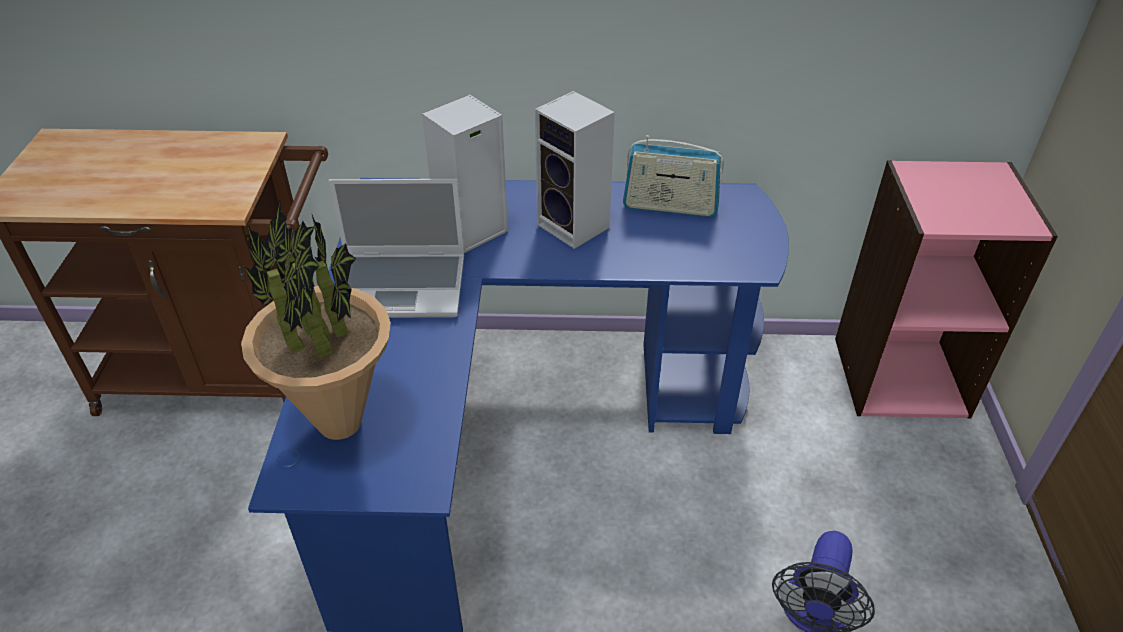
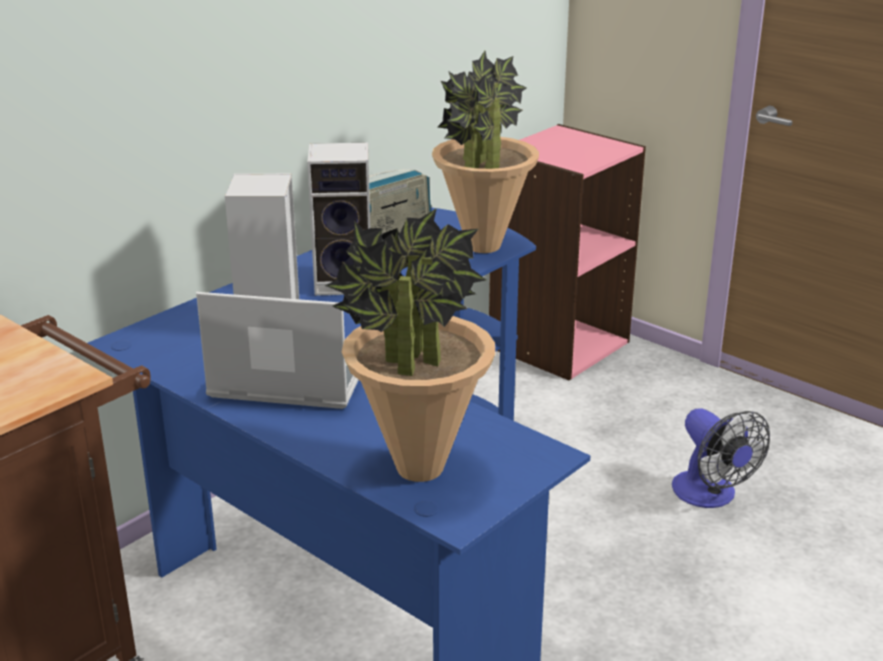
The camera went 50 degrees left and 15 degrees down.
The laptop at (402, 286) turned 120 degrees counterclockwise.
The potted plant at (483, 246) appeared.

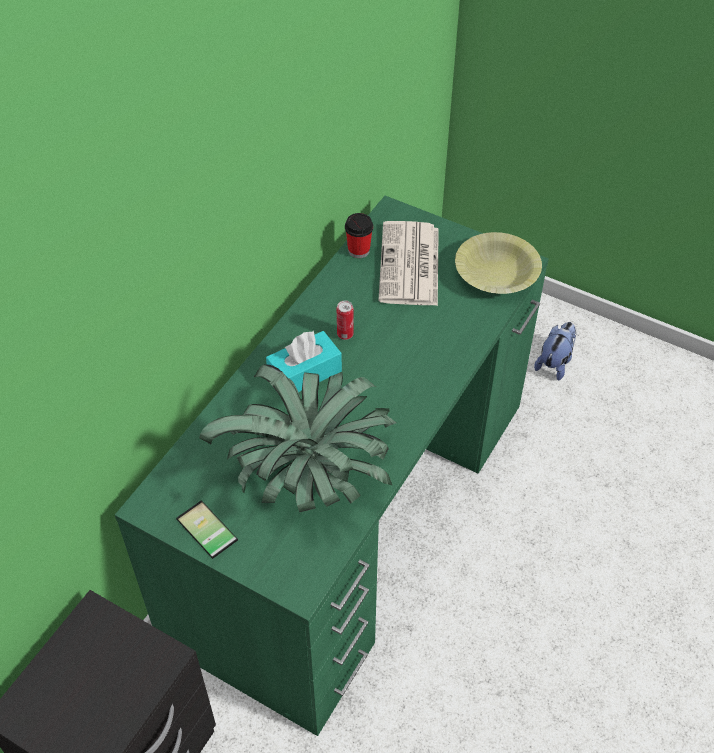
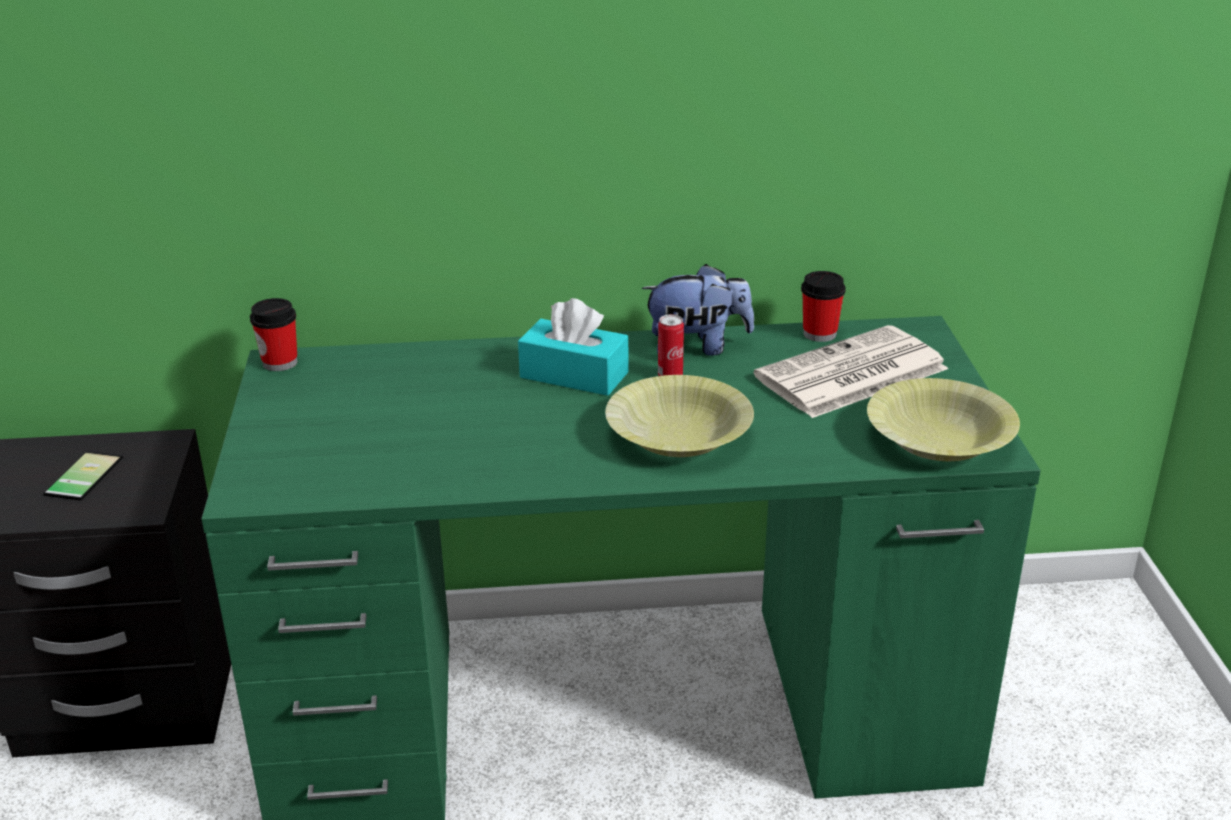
The camera went 55 degrees right and 20 degrees down.
The plush toy moved from (555, 363) to (697, 347).
The potted plant at (311, 473) disappeared.
The phone moved from (204, 531) to (80, 475).
The cup at (280, 363) appeared.
The yellow bowl at (678, 435) appeared.

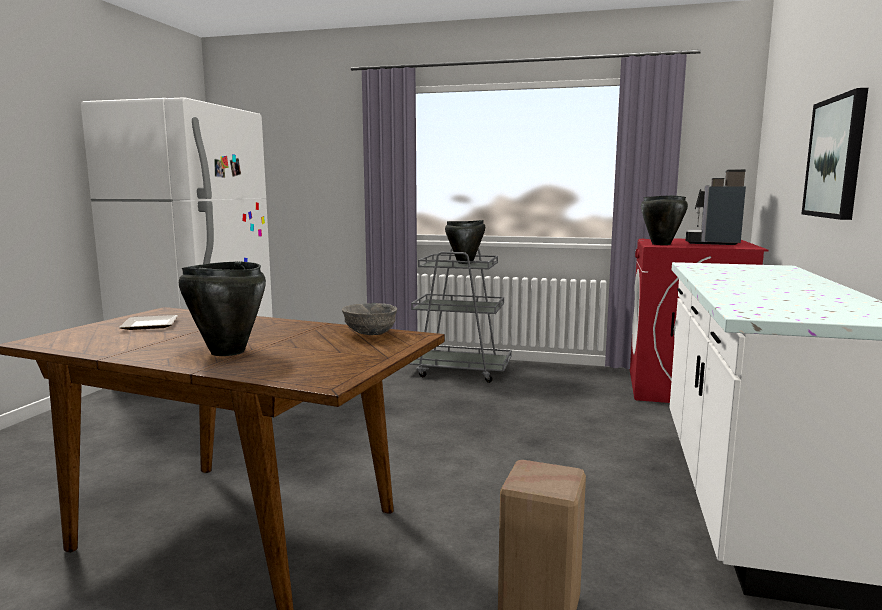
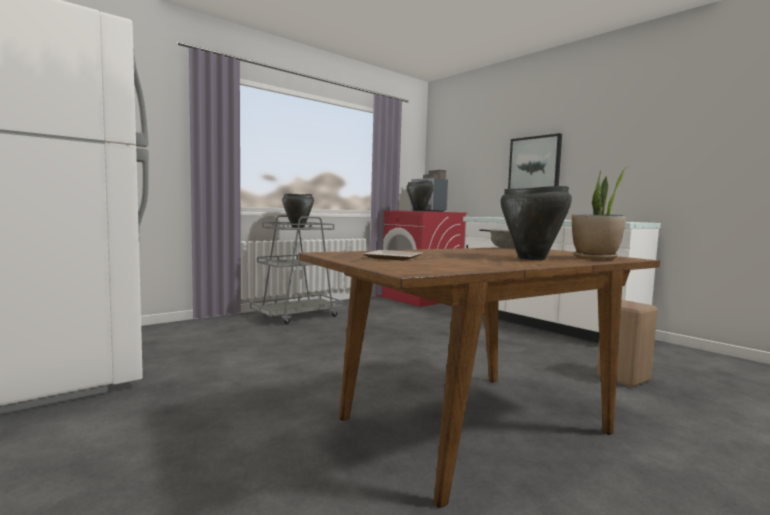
The camera went 55 degrees left and 5 degrees down.
The potted plant at (595, 258) appeared.

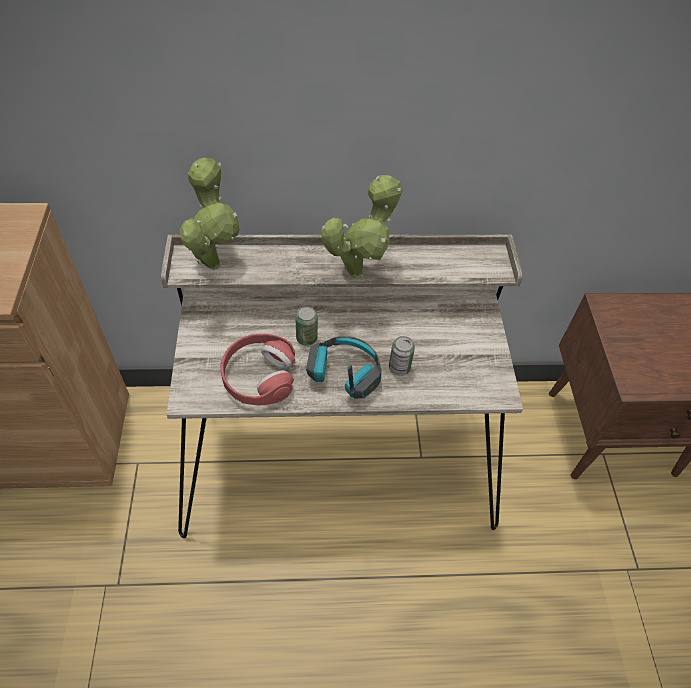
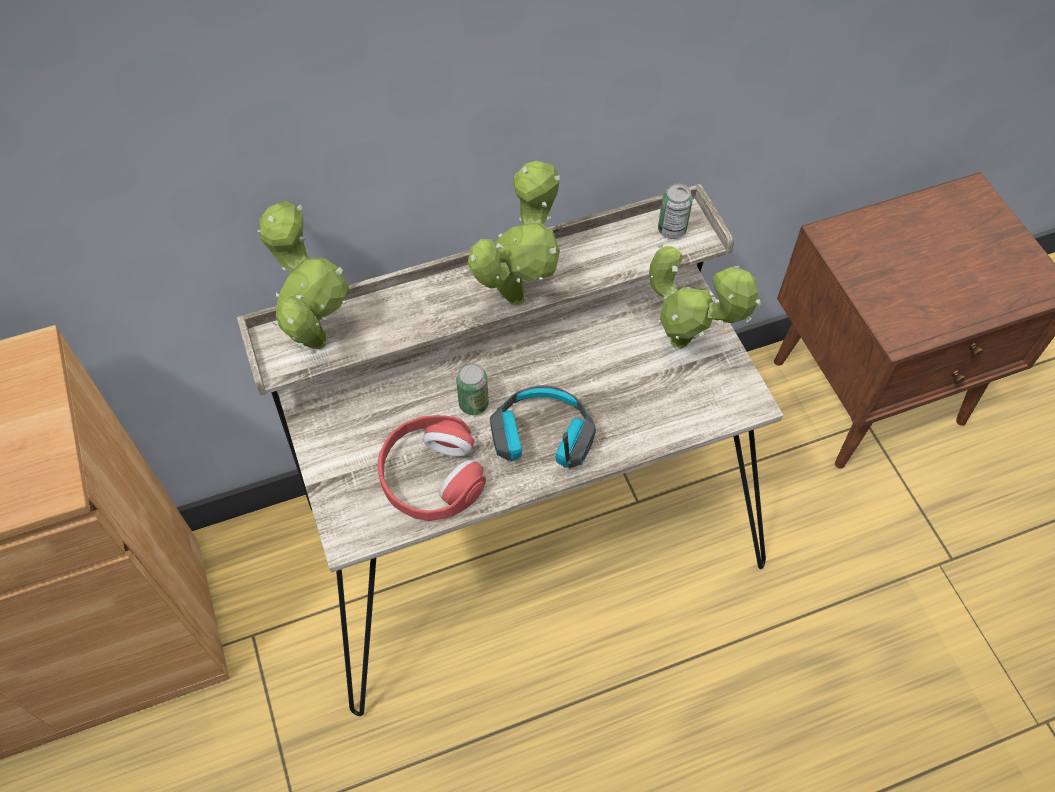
The camera went 15 degrees left and 5 degrees up.
The can moved from (399, 368) to (671, 230).
The potted plant at (685, 345) appeared.

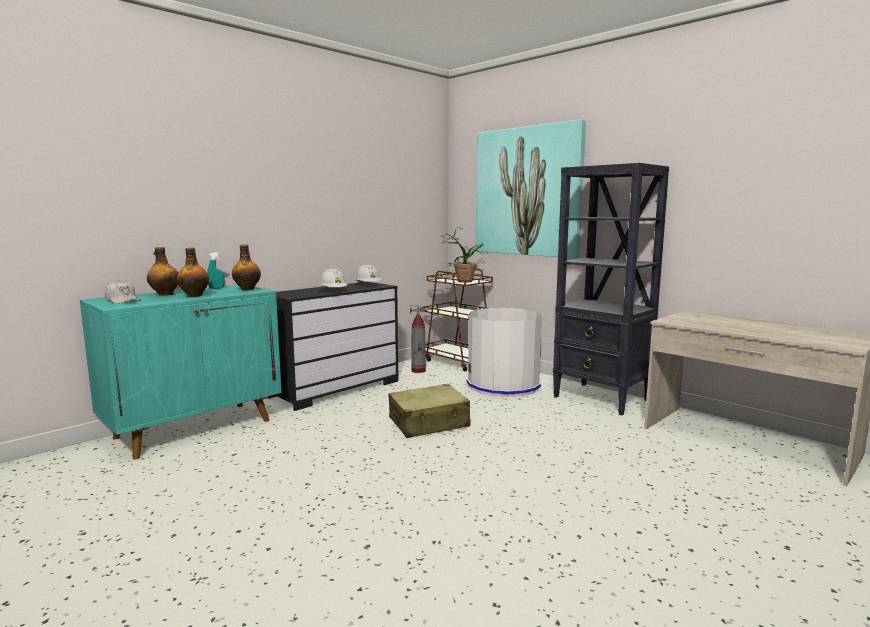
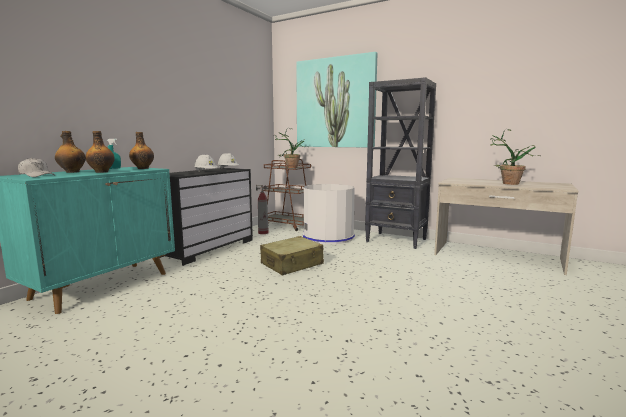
The camera went 15 degrees left and 0 degrees up.
The potted plant at (506, 183) appeared.

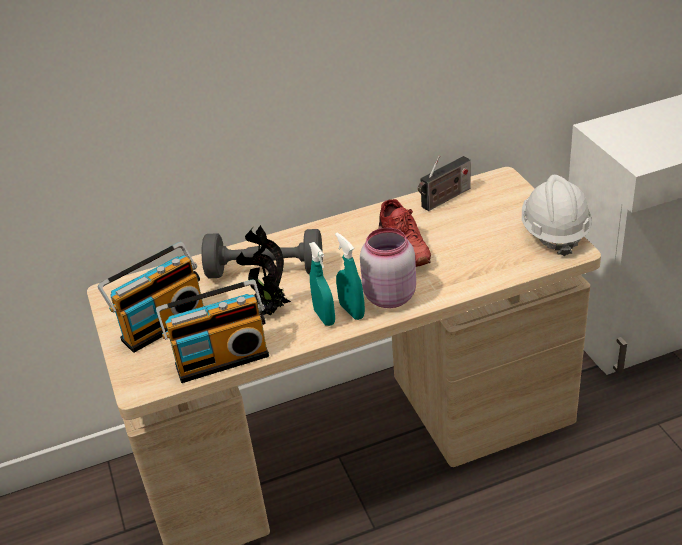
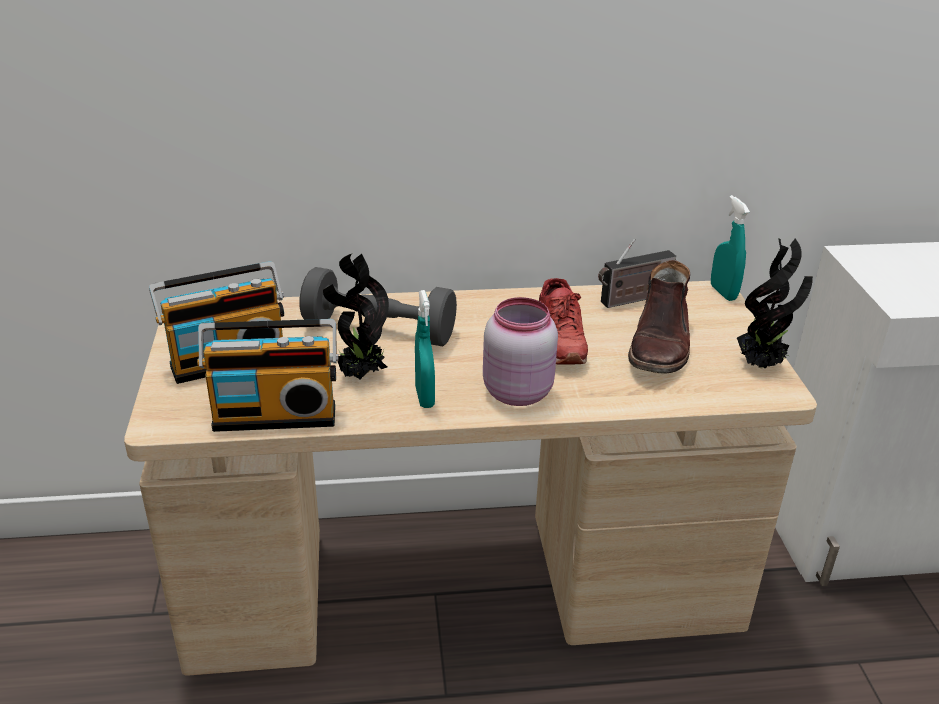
The camera went 10 degrees right and 5 degrees down.
The white hard hat at (554, 232) was replaced by the potted plant at (761, 365).
The turquoise spray bottle moved from (352, 311) to (723, 293).
The brown boot at (661, 344) appeared.

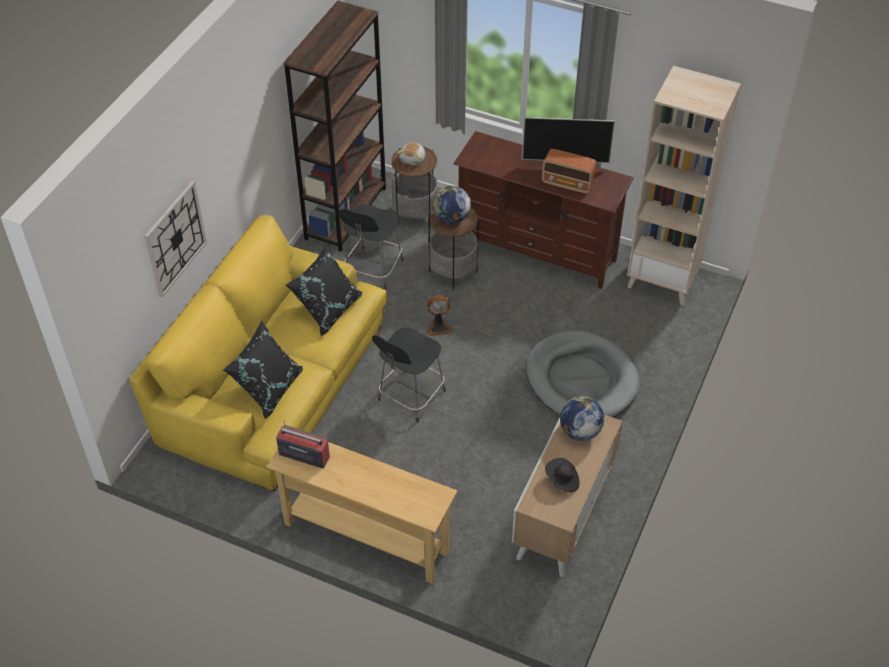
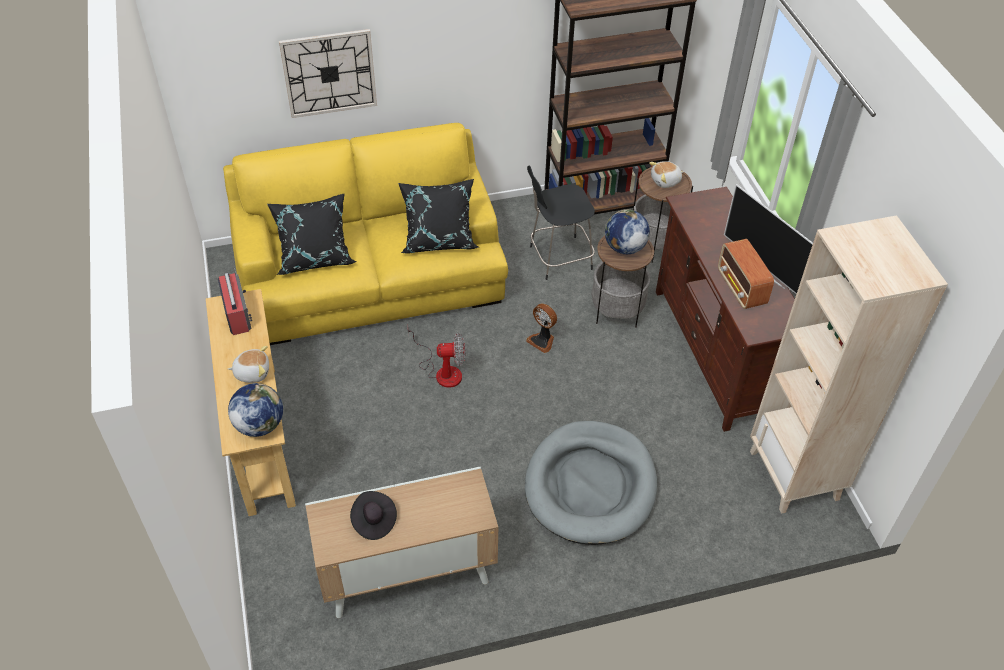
The camera went 50 degrees right and 0 degrees up.
The black stool at (410, 397) was replaced by the fan at (442, 371).
The globe moved from (579, 431) to (259, 425).
The plush toy at (252, 372) appeared.

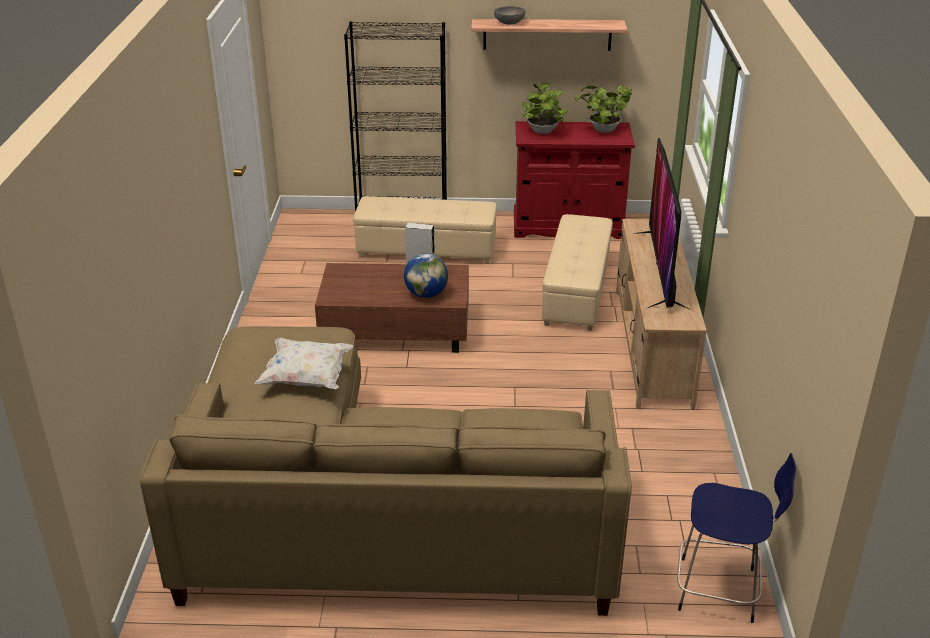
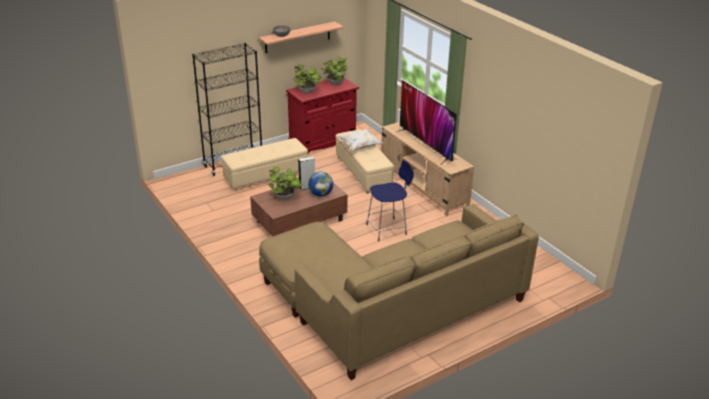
The camera went 35 degrees left and 0 degrees up.
The white pillow moved from (307, 378) to (360, 146).
The blue stool moved from (720, 590) to (388, 229).
The potted plant at (285, 198) appeared.

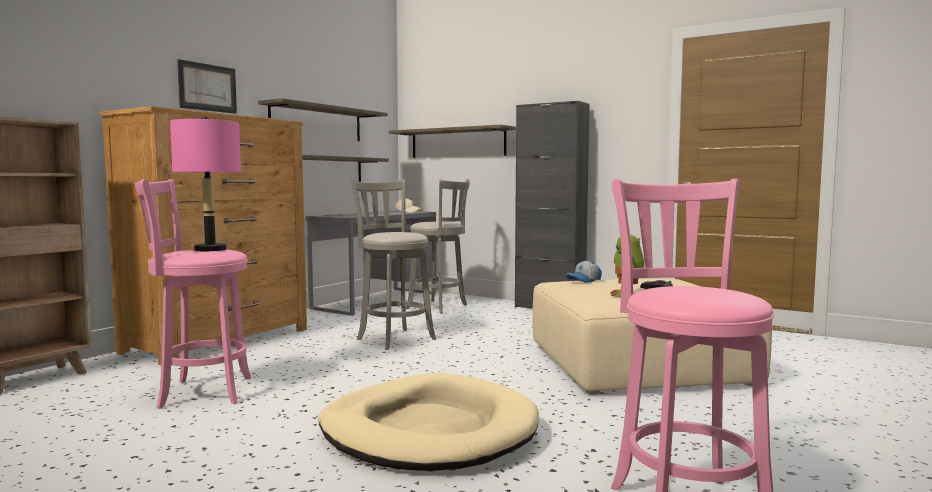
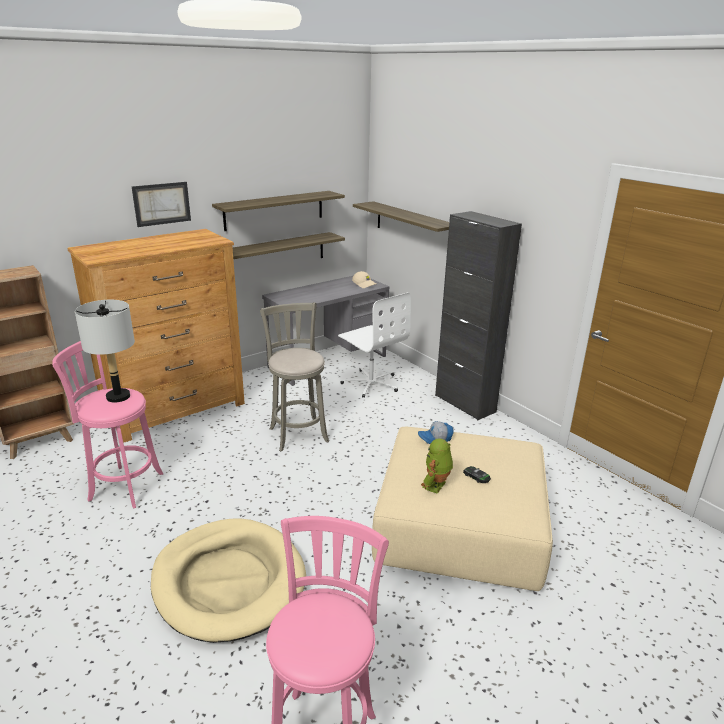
The camera went 20 degrees right and 20 degrees up.
The pink table lamp at (210, 250) became the grey table lamp at (118, 397).
The grey stool at (439, 307) was replaced by the white office chair at (371, 383).

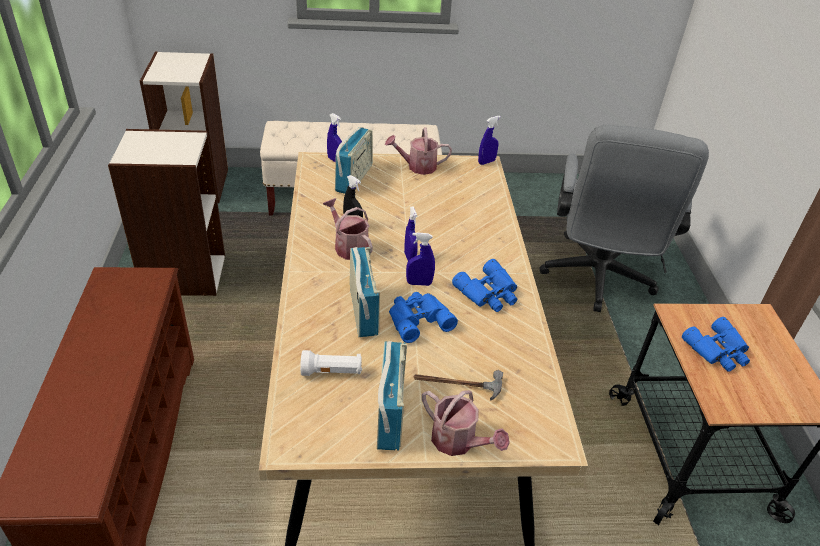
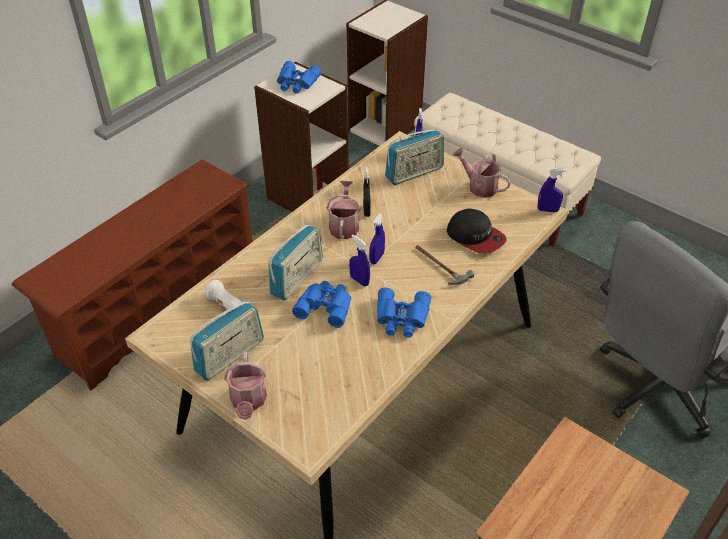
The camera went 45 degrees right and 5 degrees up.
The blue binoculars moved from (718, 351) to (296, 83).
The hammer moved from (457, 384) to (439, 265).
The cap at (475, 236) appeared.

